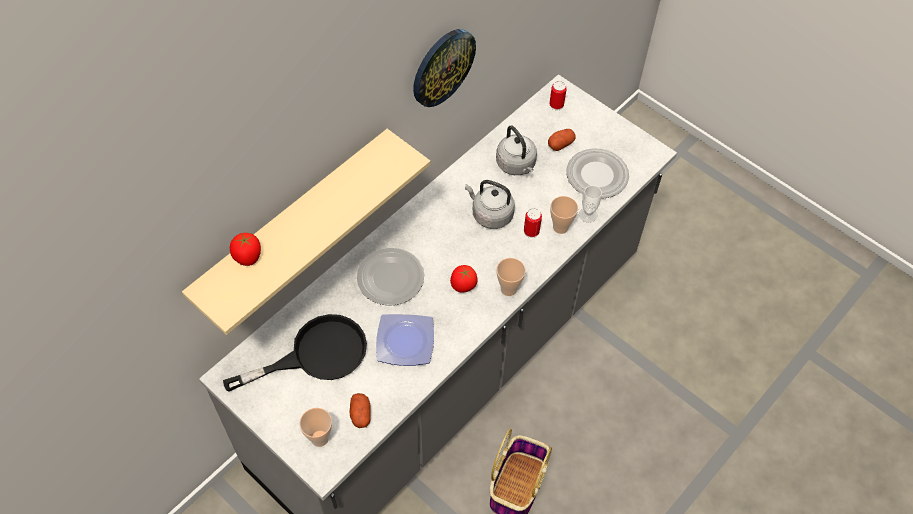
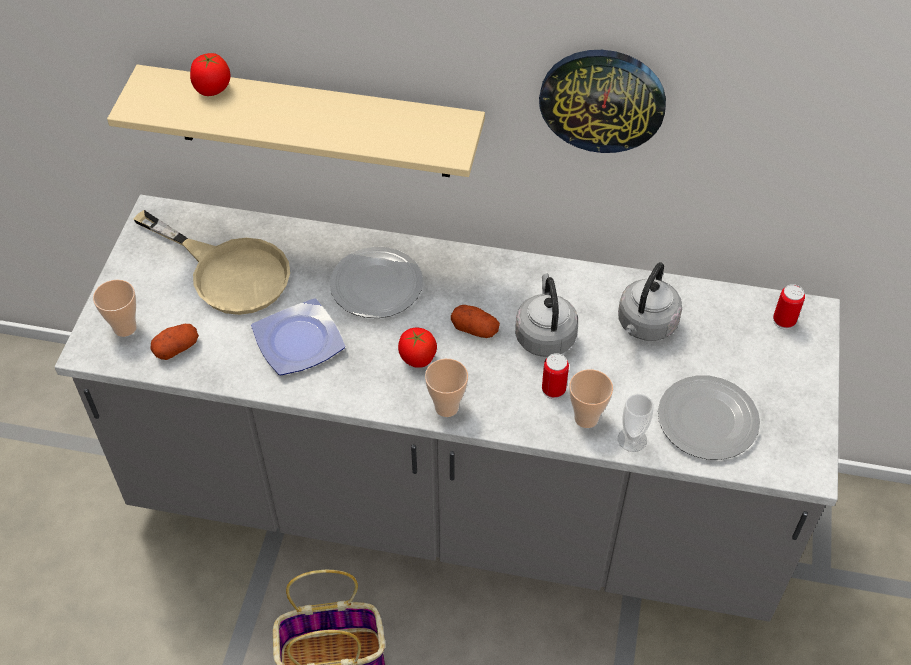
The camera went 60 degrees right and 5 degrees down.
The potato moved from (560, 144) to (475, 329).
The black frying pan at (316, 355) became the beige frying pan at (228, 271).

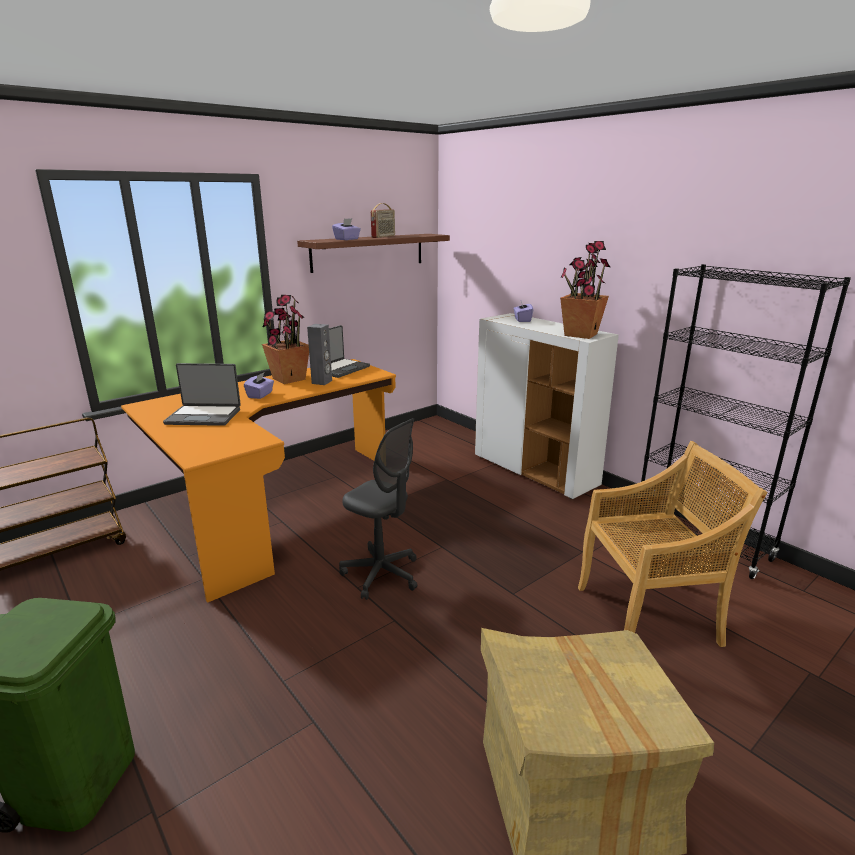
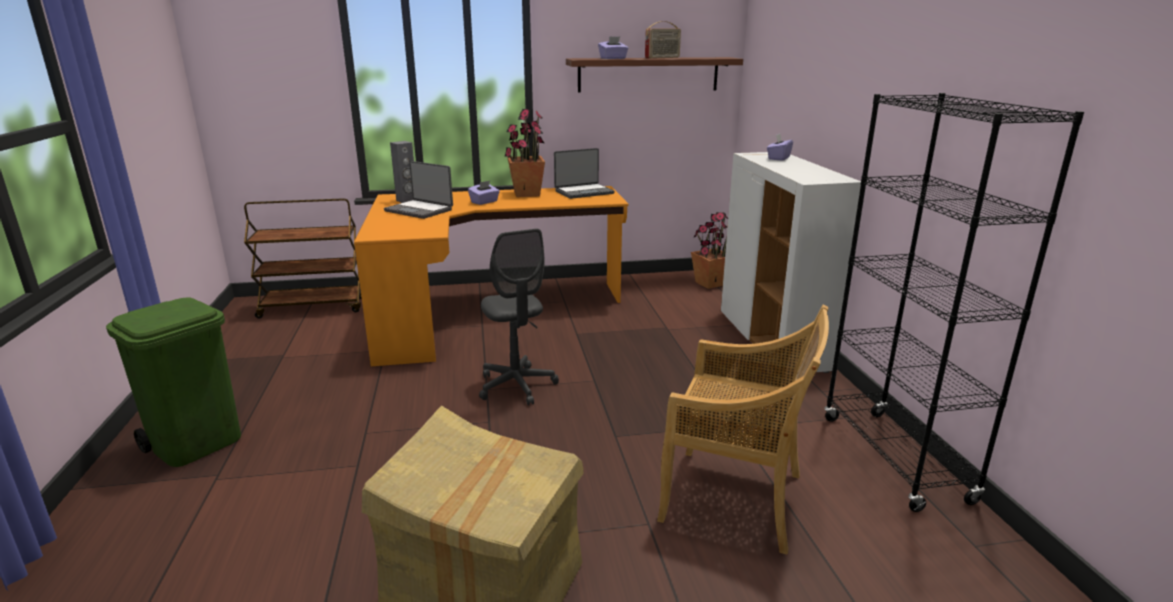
The camera went 30 degrees right and 0 degrees up.
The potted plant moved from (580, 334) to (709, 283).
The grey speaker moved from (322, 382) to (407, 200).

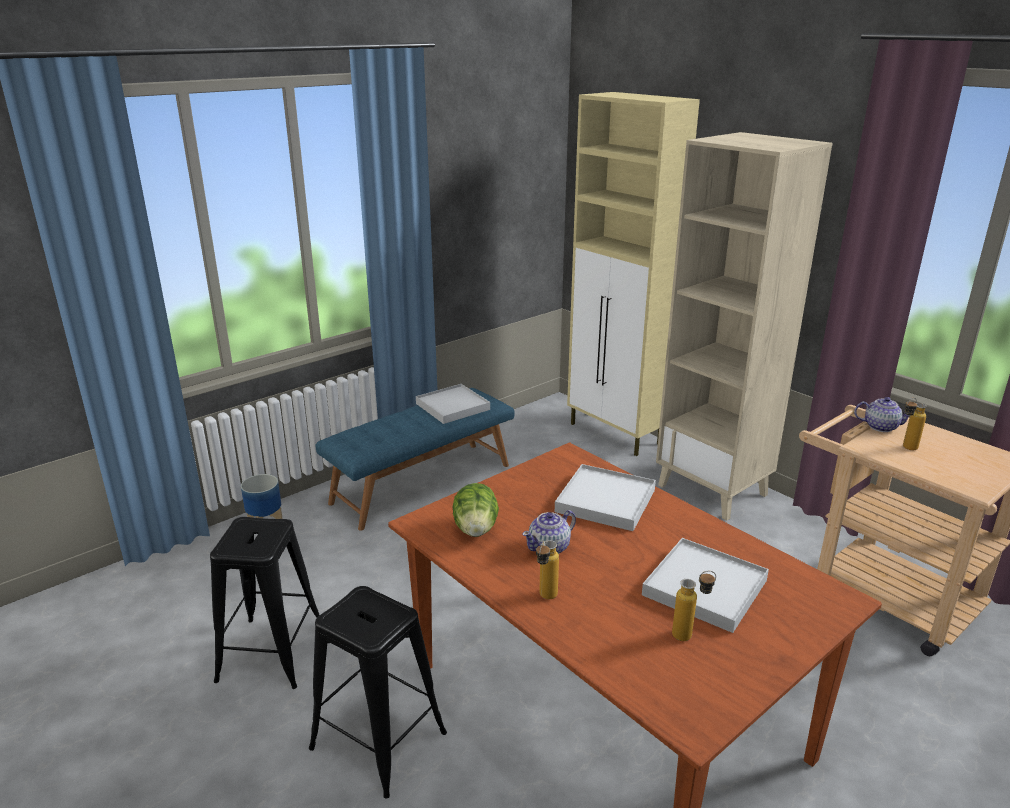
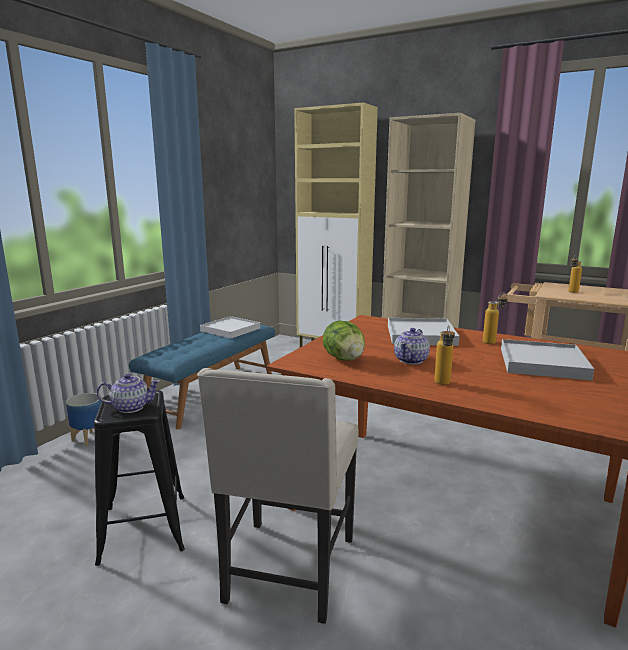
The camera went 20 degrees left and 10 degrees down.
The teapot moved from (880, 426) to (130, 407).
The bottle moved from (690, 635) to (493, 342).
The black stool at (379, 741) was replaced by the beige chair at (288, 571).

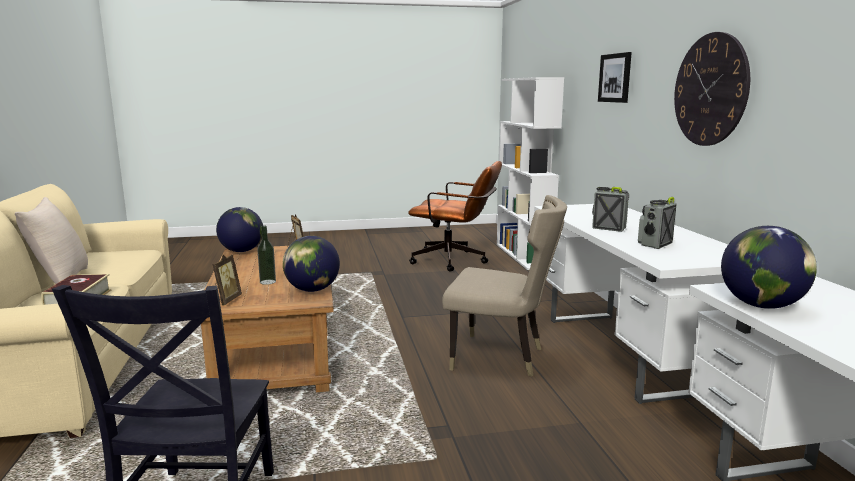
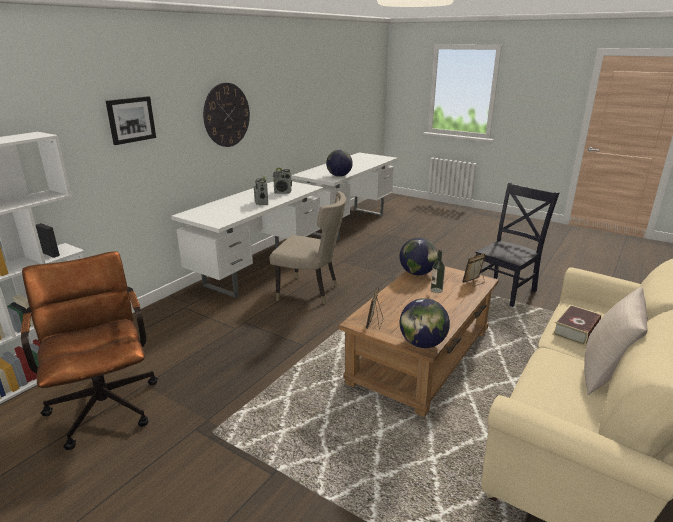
The camera went 135 degrees left and 10 degrees up.
The beige chair at (501, 357) turned 135 degrees clockwise.

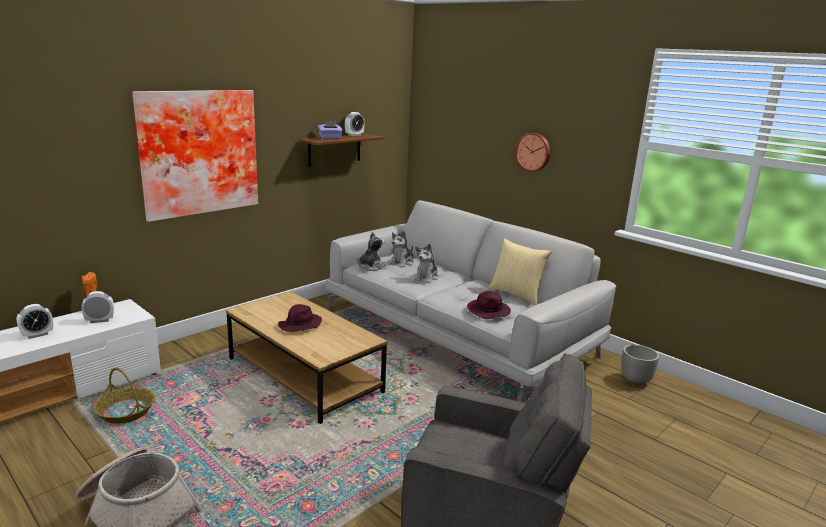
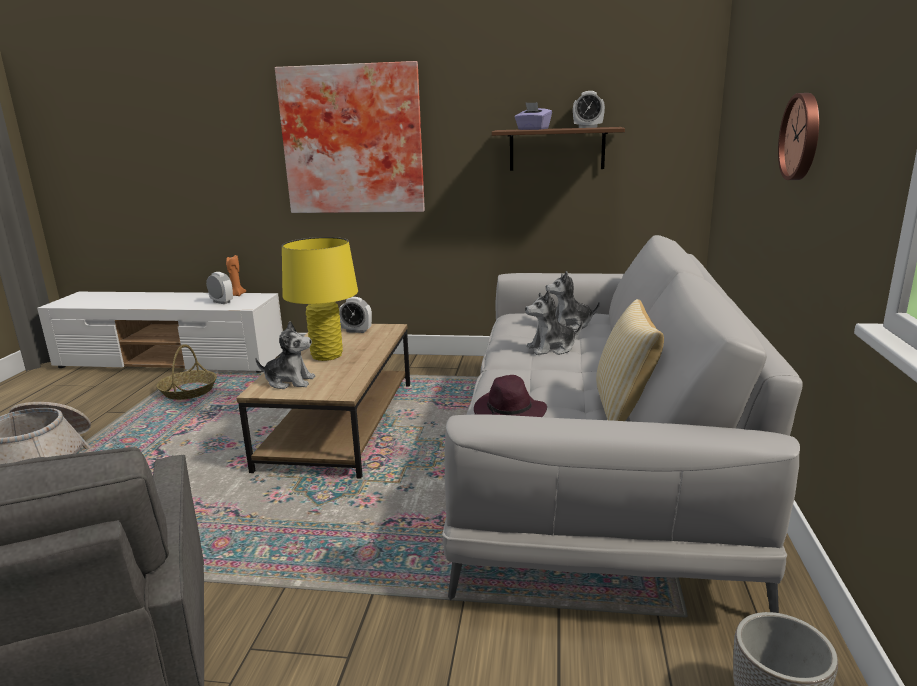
The camera went 55 degrees right and 0 degrees up.
The plush toy moved from (370, 267) to (289, 381).
The alarm clock moved from (37, 335) to (356, 331).
The purple hat at (300, 326) was replaced by the yellow table lamp at (327, 355).

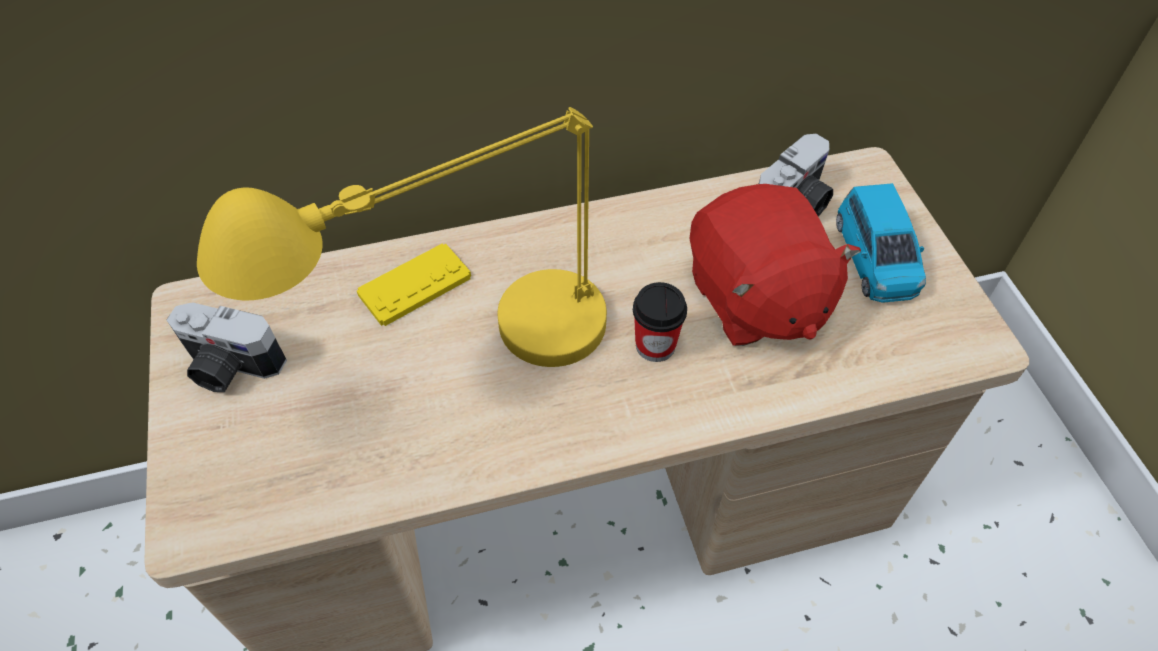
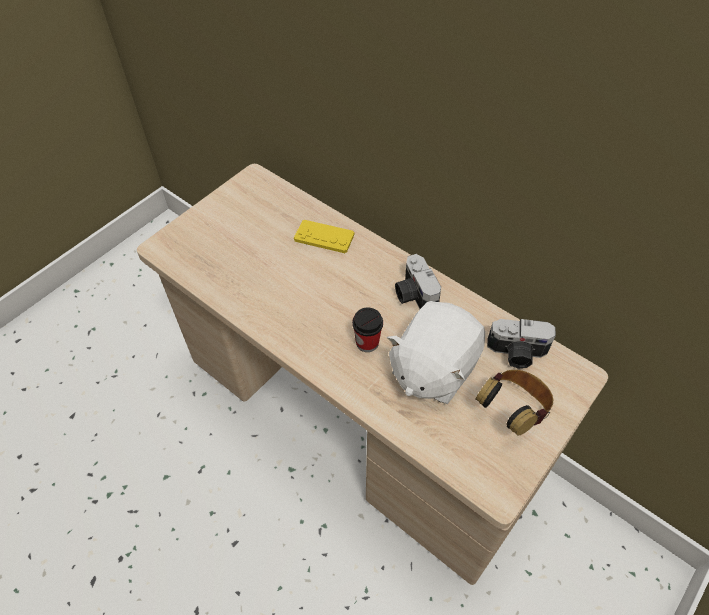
The camera went 55 degrees right and 0 degrees up.
The yellow table lamp at (465, 364) disappeared.
The blue toy car at (874, 259) was replaced by the headphones at (513, 410).
The red plush toy at (755, 299) became the white plush toy at (432, 368).
The photo camera moved from (229, 367) to (413, 295).

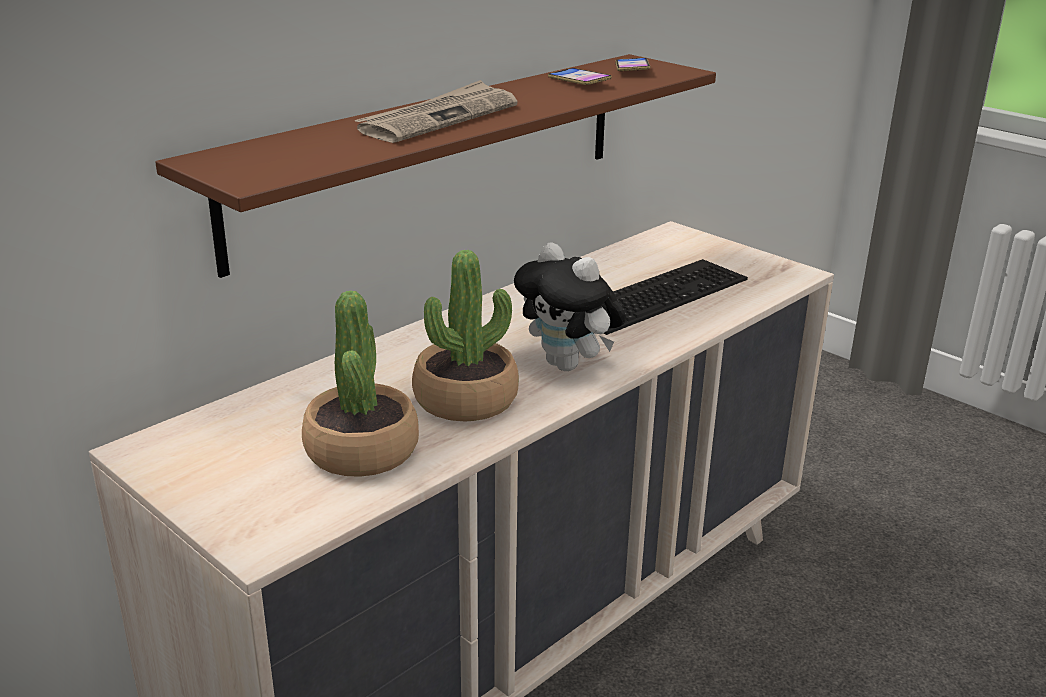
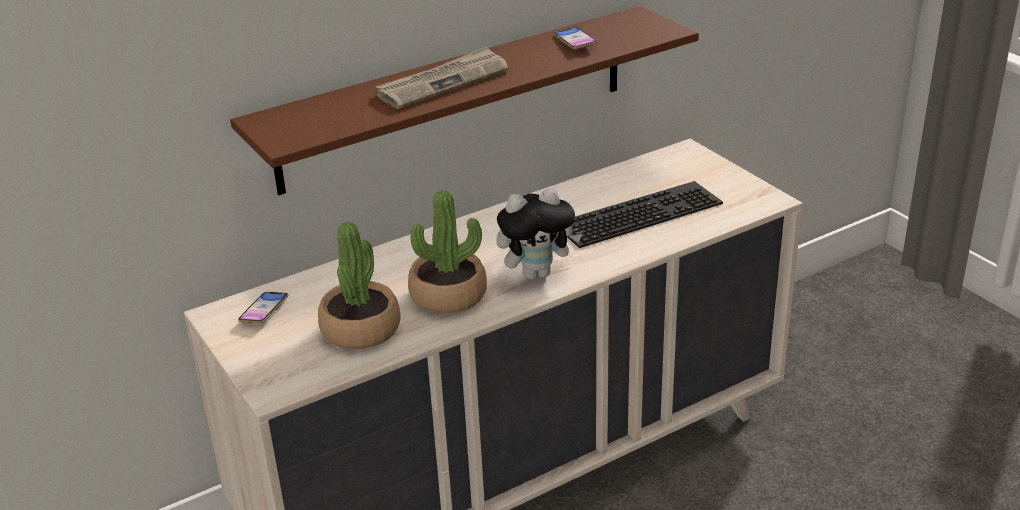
The camera went 15 degrees right and 5 degrees up.
The phone moved from (632, 69) to (264, 311).
The plush toy at (569, 365) turned 75 degrees counterclockwise.

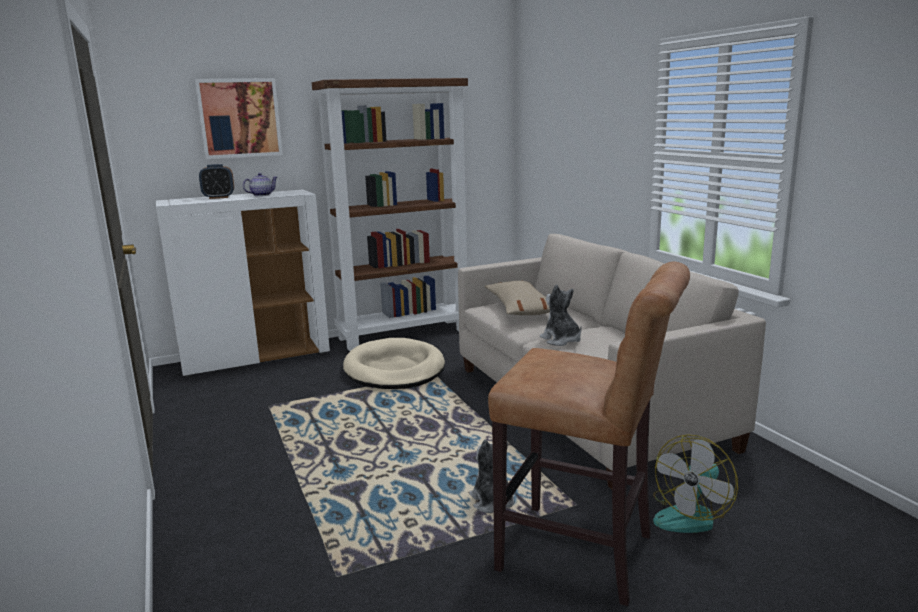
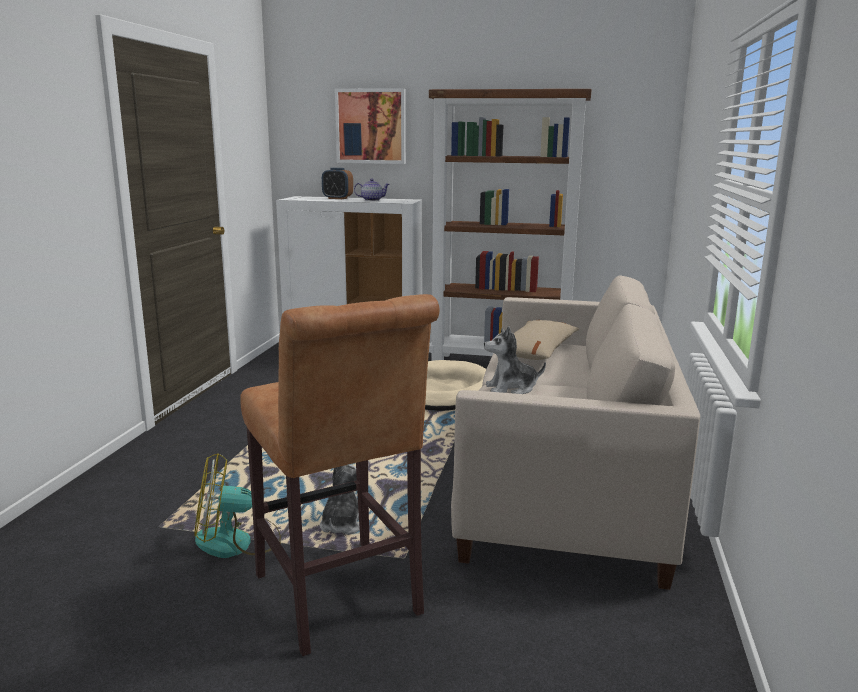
The camera went 35 degrees right and 0 degrees up.
The plush toy at (561, 340) turned 105 degrees counterclockwise.
The fan moved from (690, 515) to (237, 542).

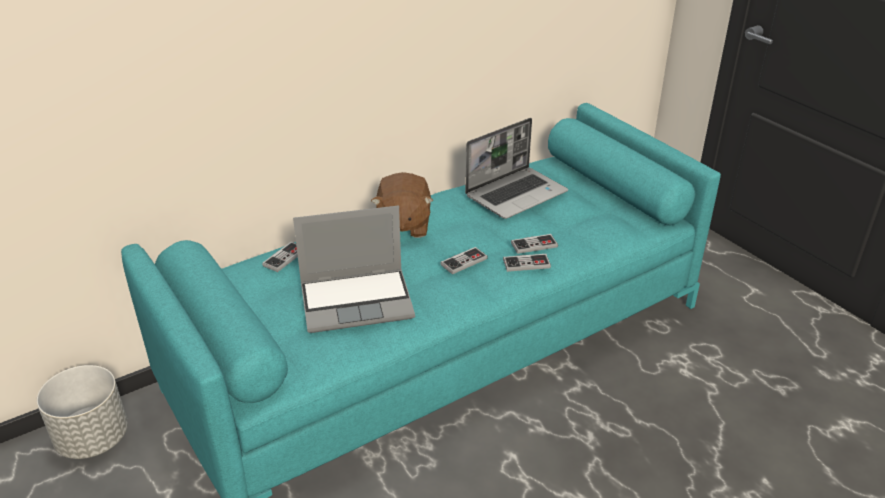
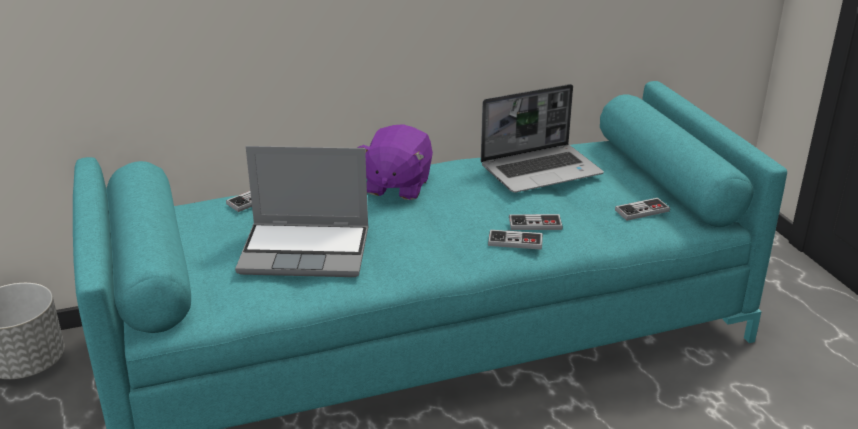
The camera went 15 degrees right and 5 degrees down.
The brown plush toy at (403, 226) became the purple plush toy at (397, 186).
The game controller moved from (464, 262) to (642, 211).

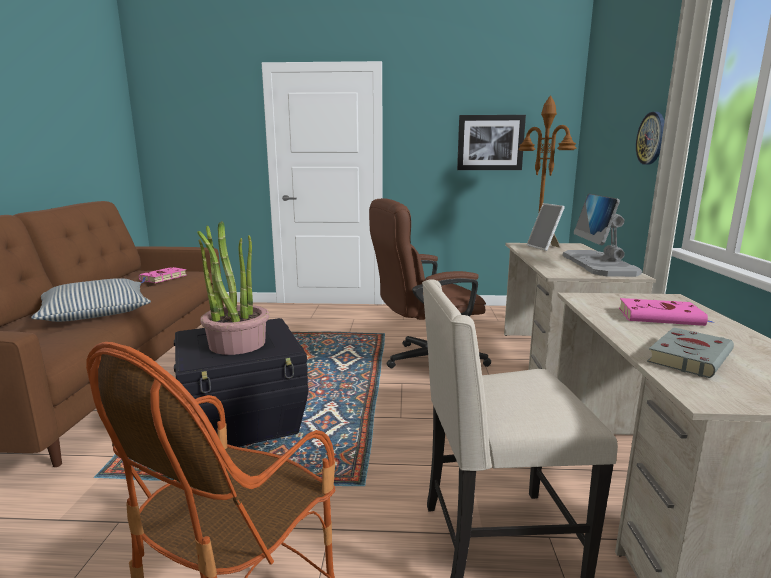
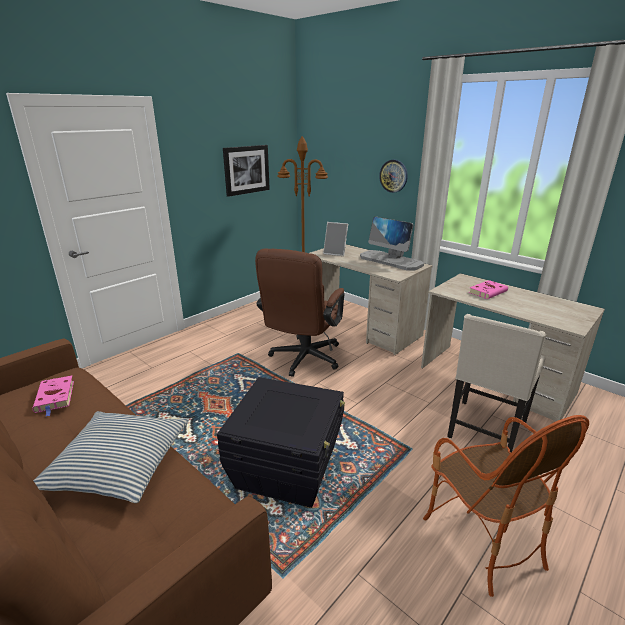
The camera went 50 degrees left and 10 degrees up.
The potted plant at (237, 343) disappeared.
The grey book at (689, 356) disappeared.

